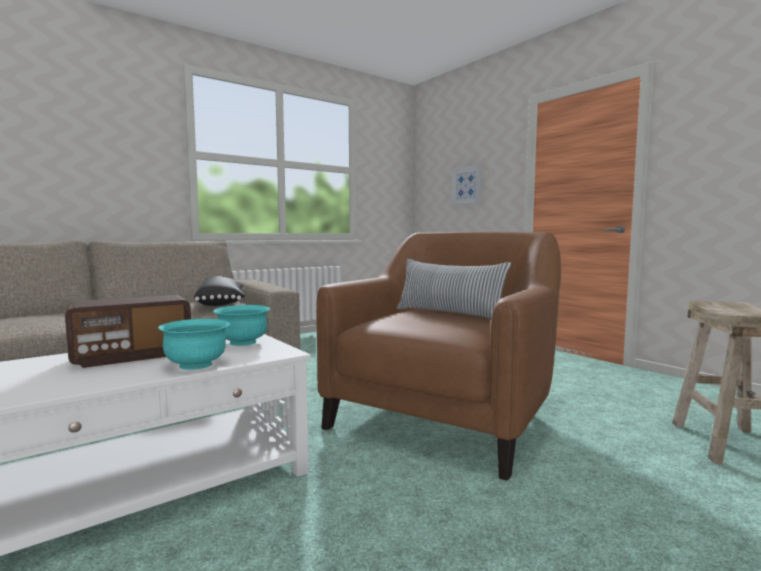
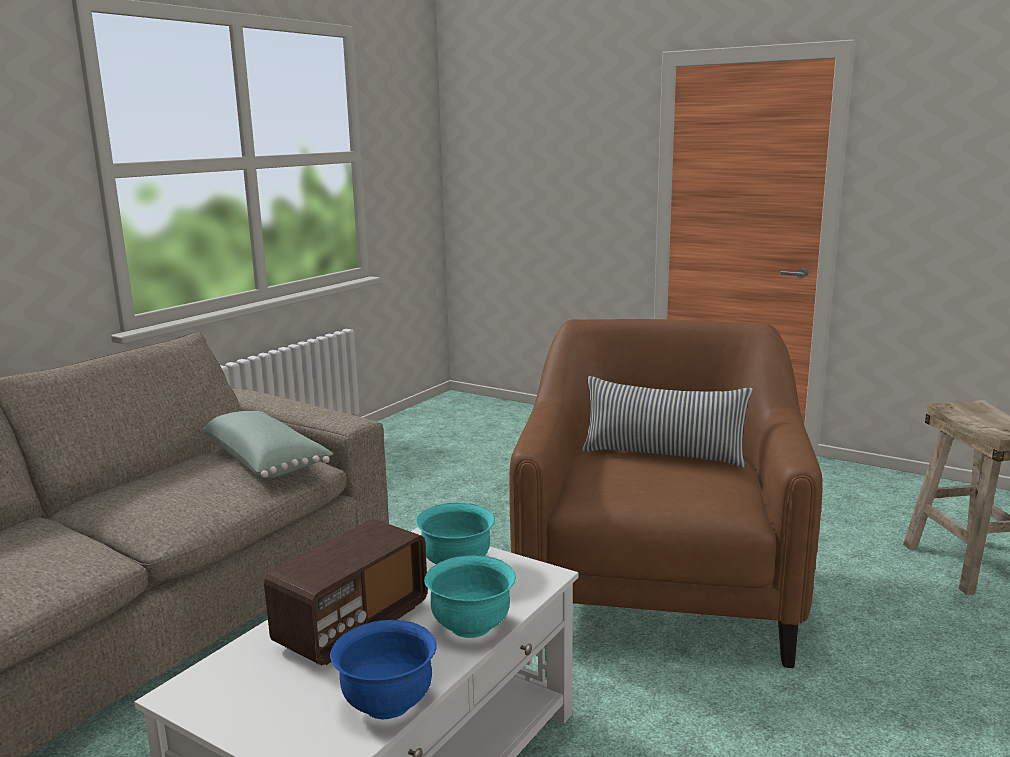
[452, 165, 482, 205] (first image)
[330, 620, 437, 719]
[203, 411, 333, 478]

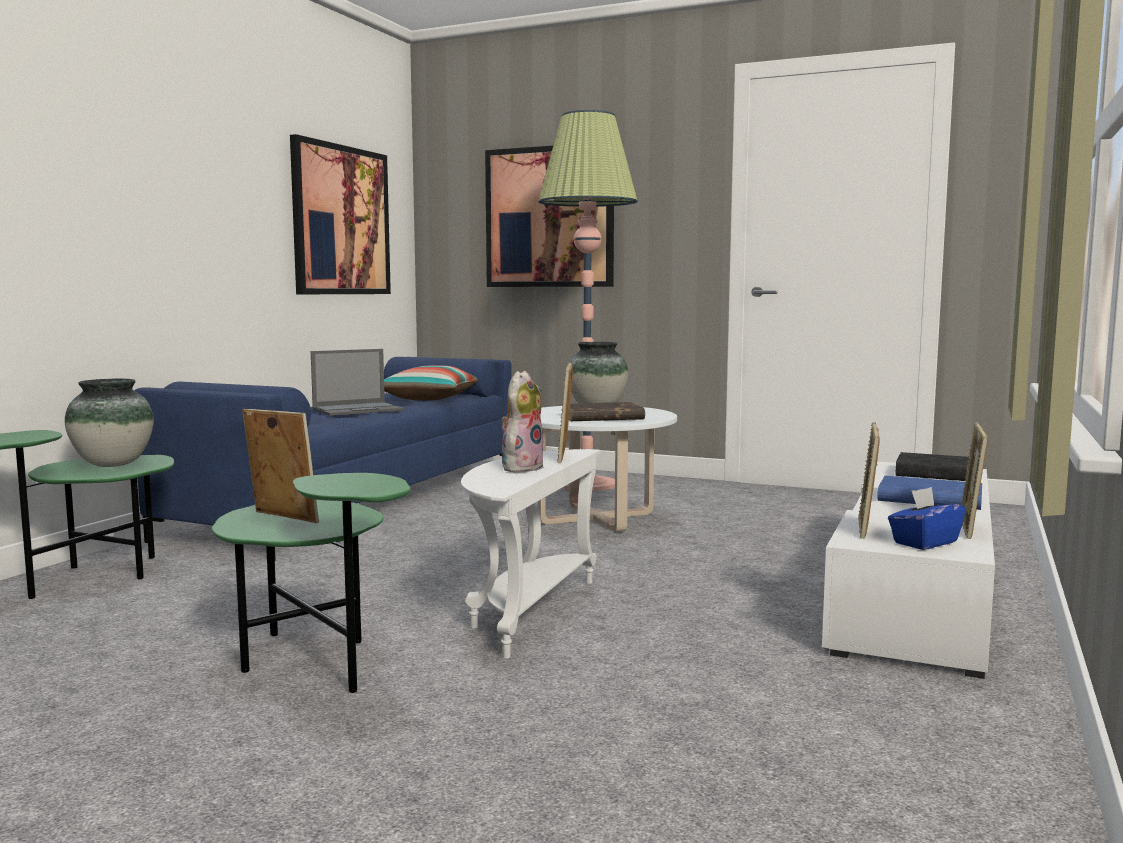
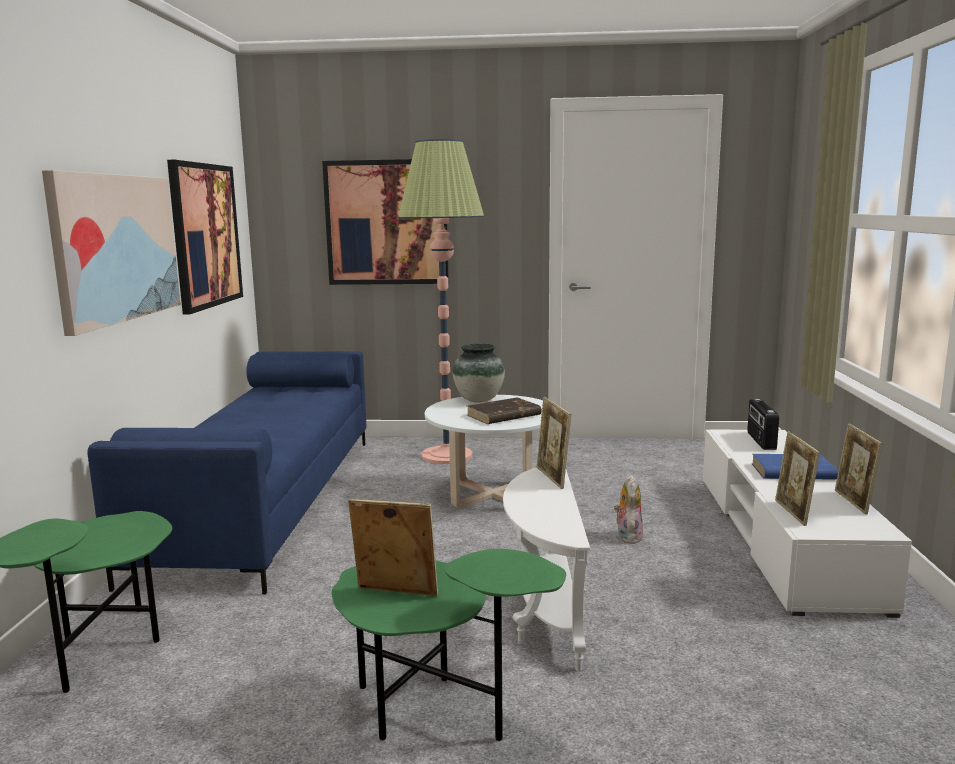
[65, 379, 154, 467] (first image)
[311, 349, 404, 416] (first image)
[384, 366, 478, 400] (first image)
[888, 487, 966, 550] (first image)
[42, 170, 181, 336]
[614, 475, 643, 544]
[747, 399, 779, 450]

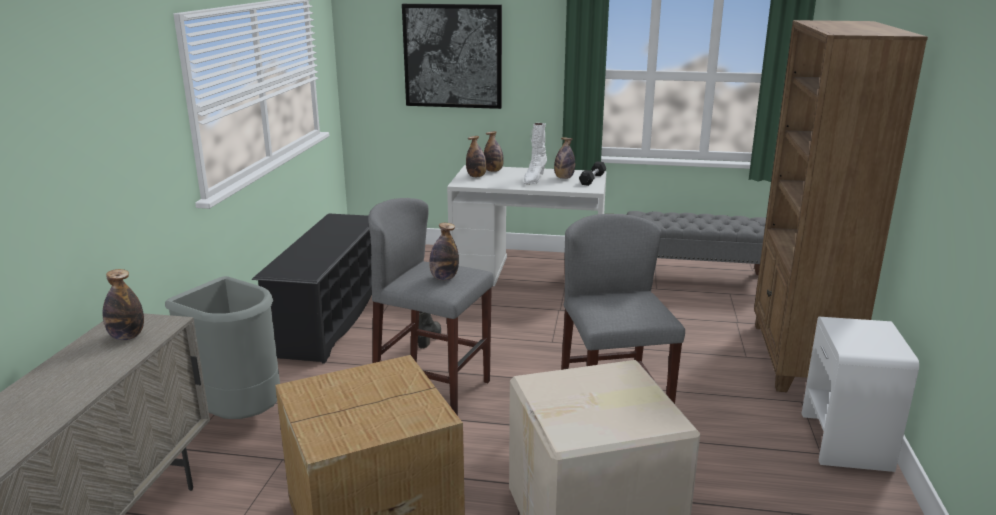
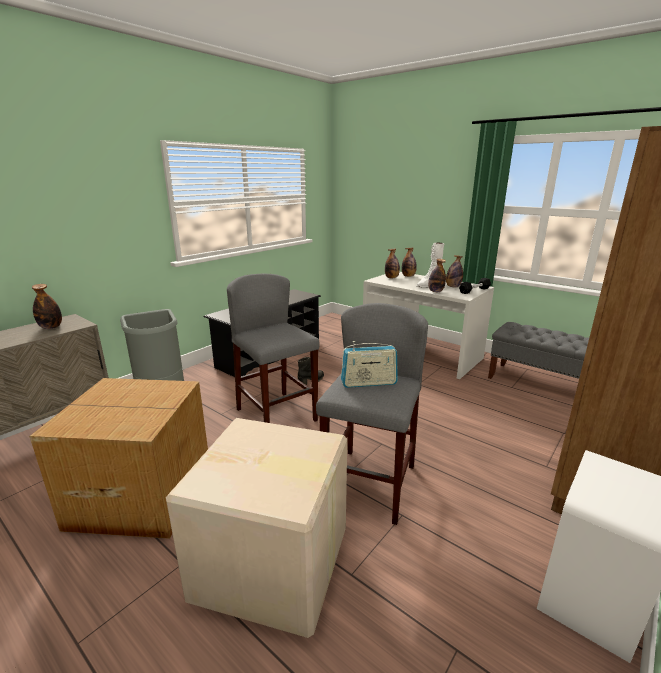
[402, 4, 502, 109] (first image)
[341, 341, 398, 388]
[428, 259, 446, 292]

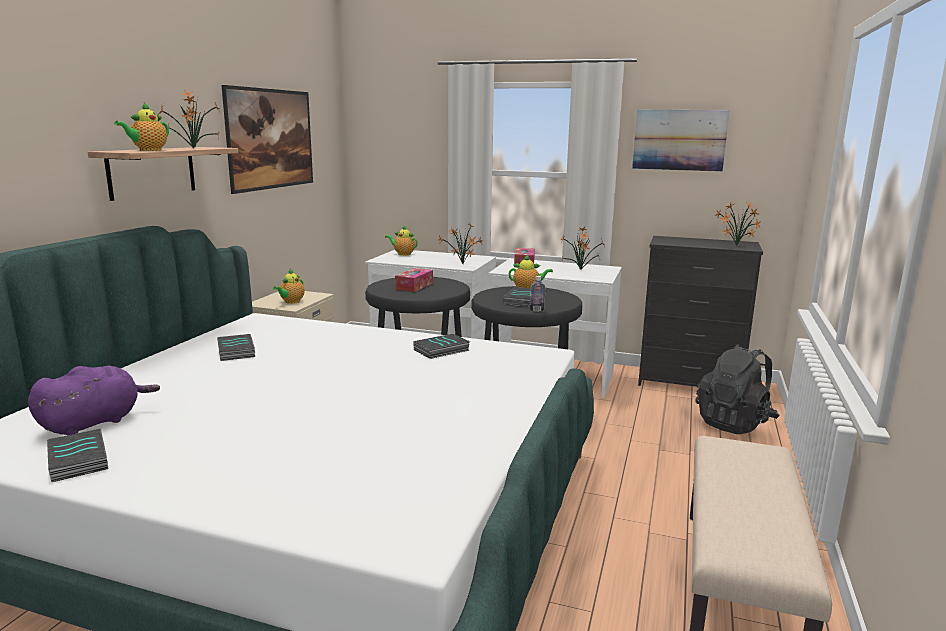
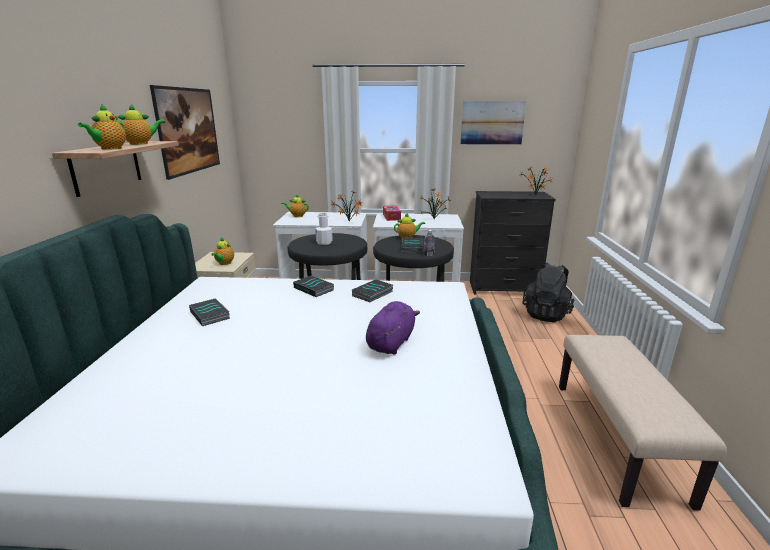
[366, 301, 420, 354]
[293, 275, 334, 297]
[117, 104, 165, 145]
[315, 213, 333, 245]

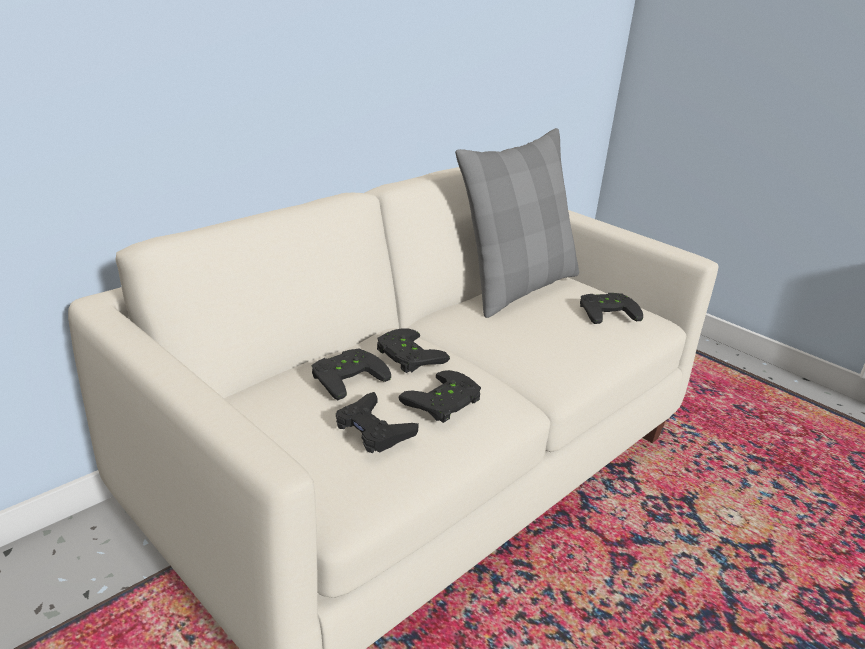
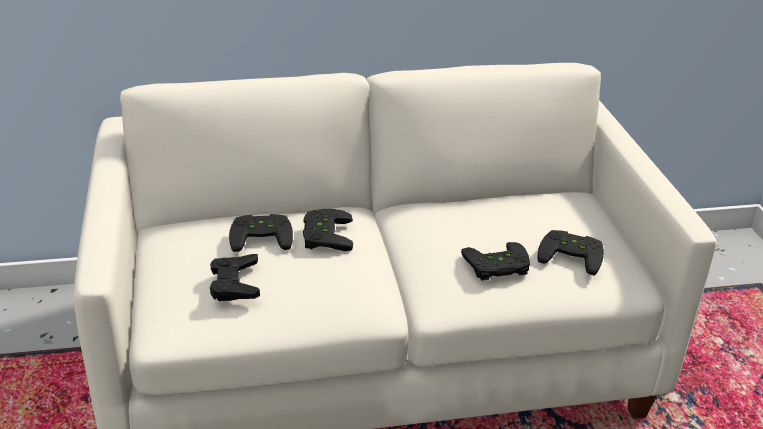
[455, 128, 579, 318] (first image)
[461, 242, 530, 281]

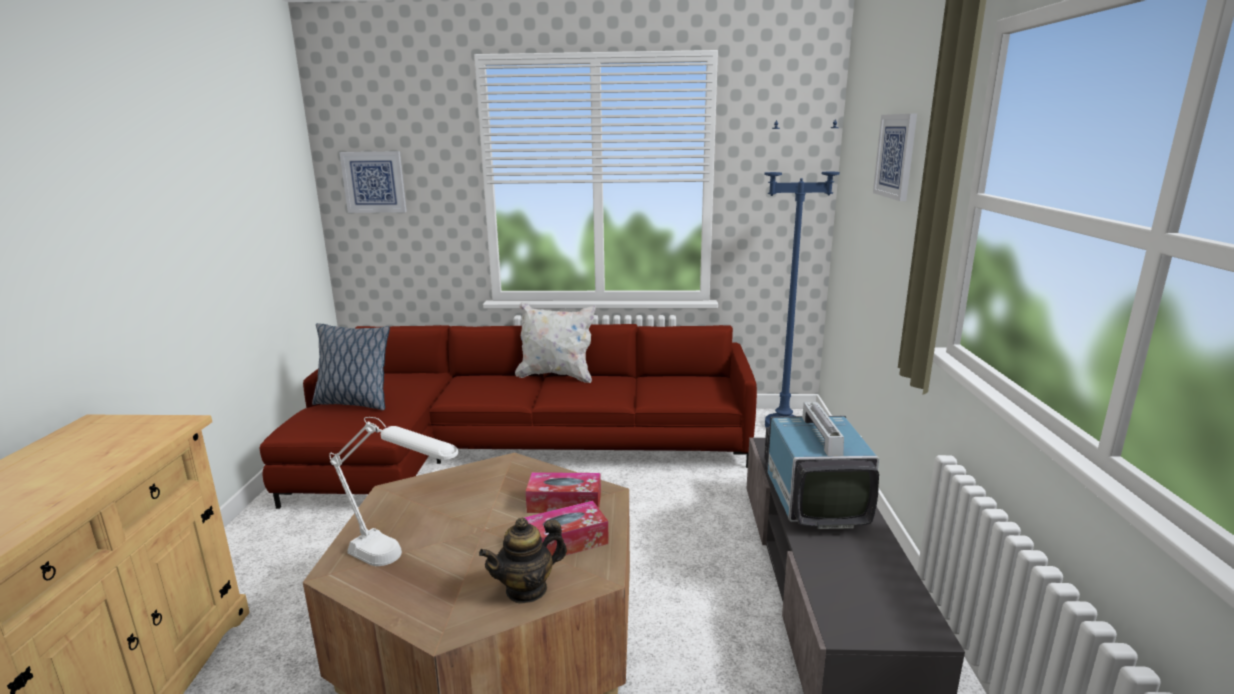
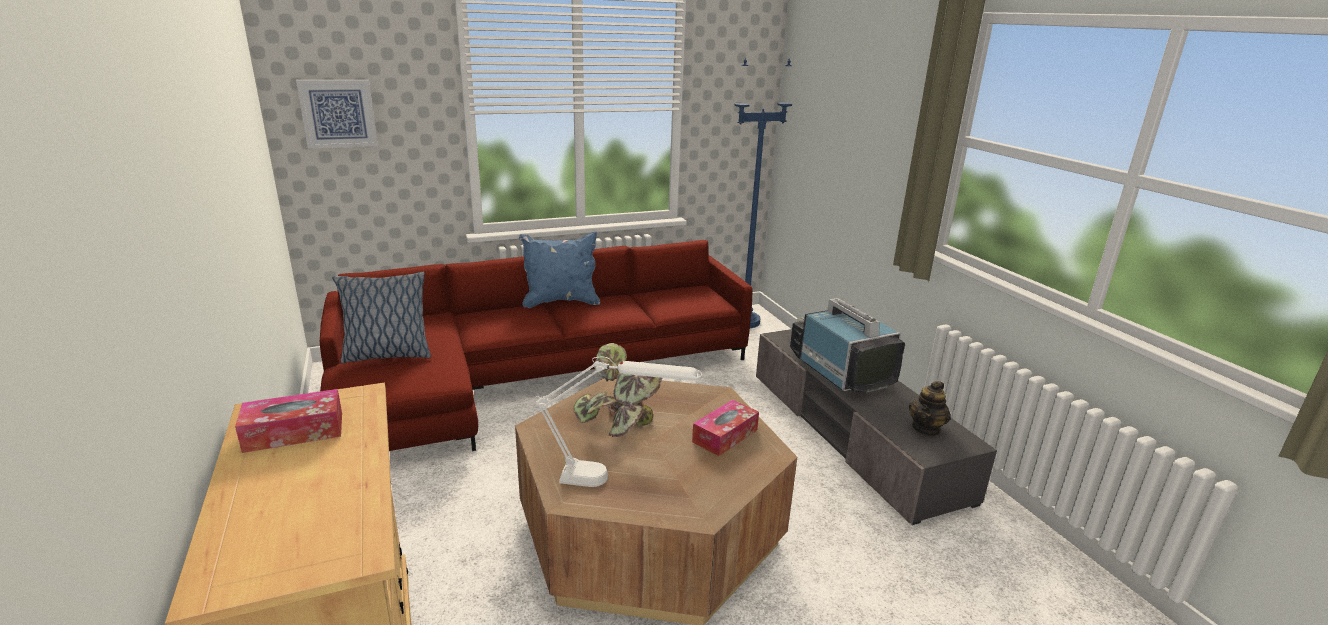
[873, 114, 917, 201] (first image)
[573, 343, 662, 437]
[909, 381, 951, 437]
[235, 389, 342, 453]
[519, 232, 600, 308]

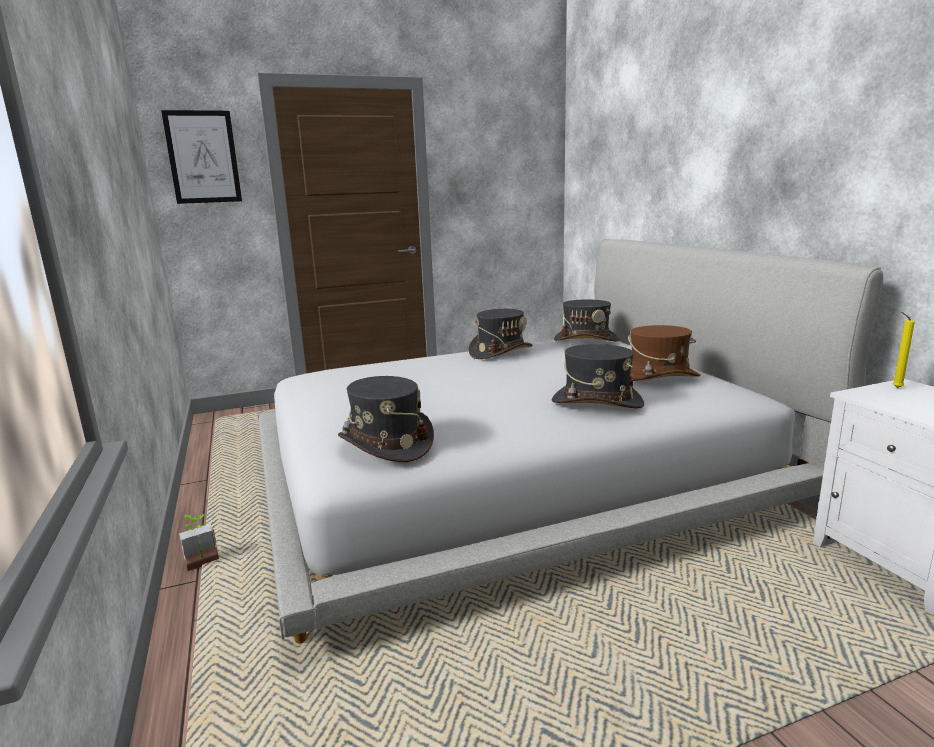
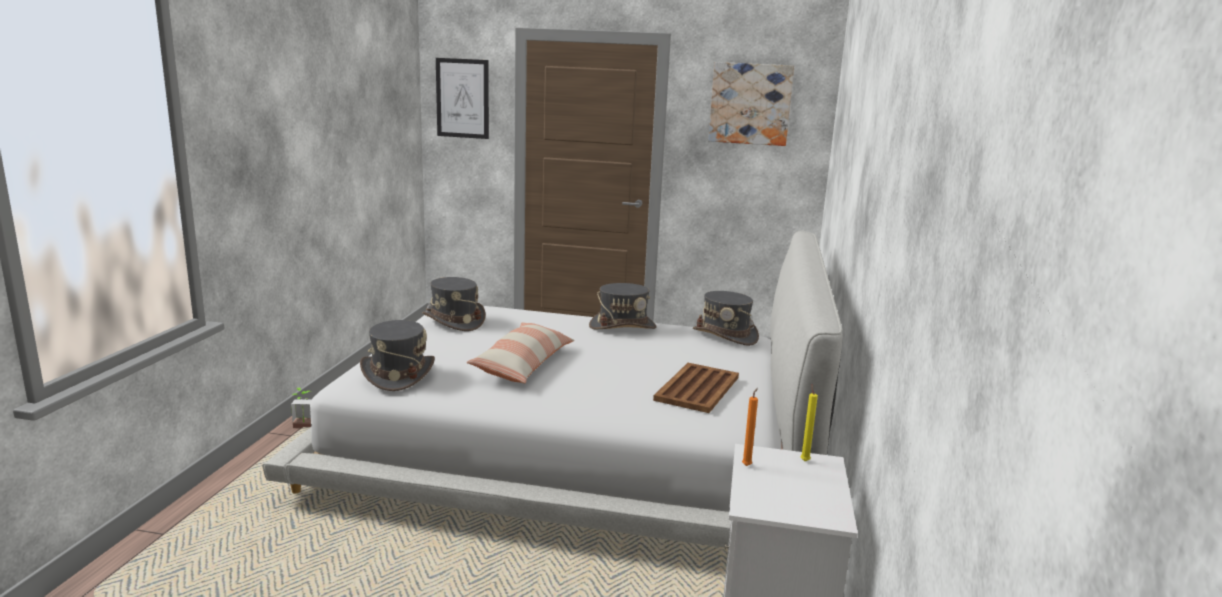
[467, 322, 574, 383]
[708, 62, 794, 146]
[742, 388, 758, 466]
[423, 277, 486, 331]
[653, 363, 739, 413]

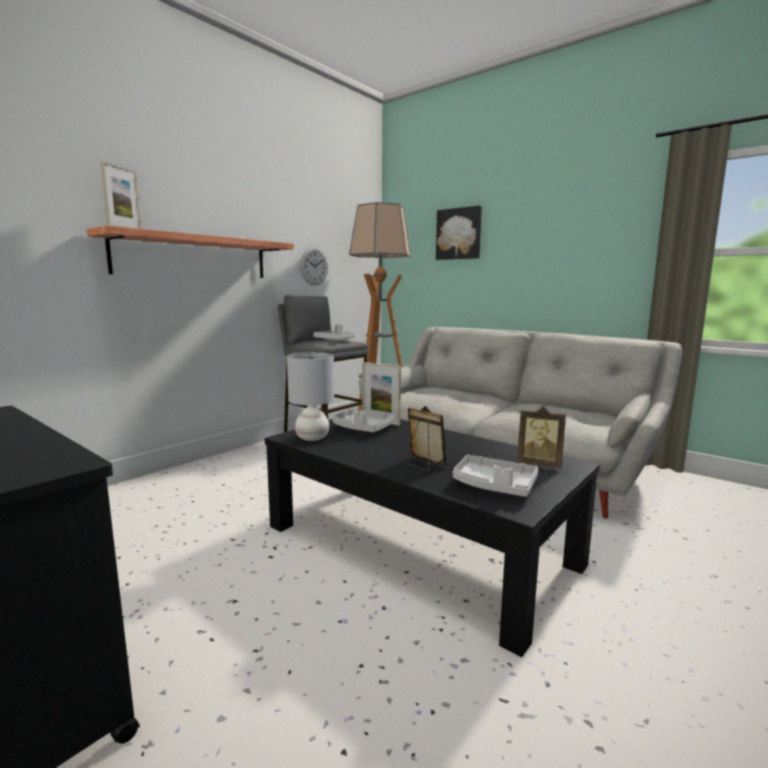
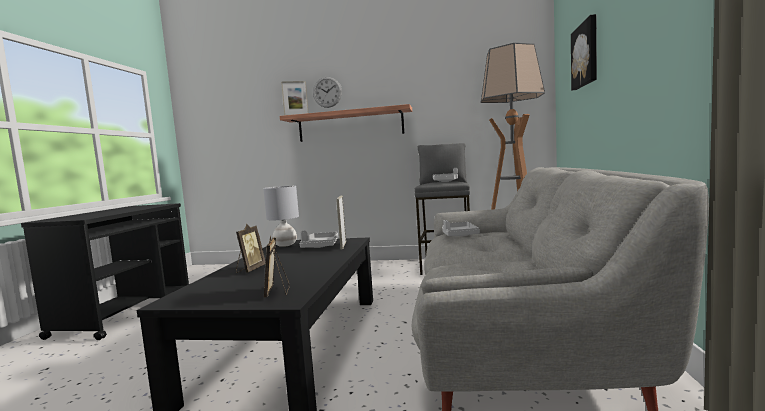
[313, 77, 342, 108]
[442, 220, 480, 236]

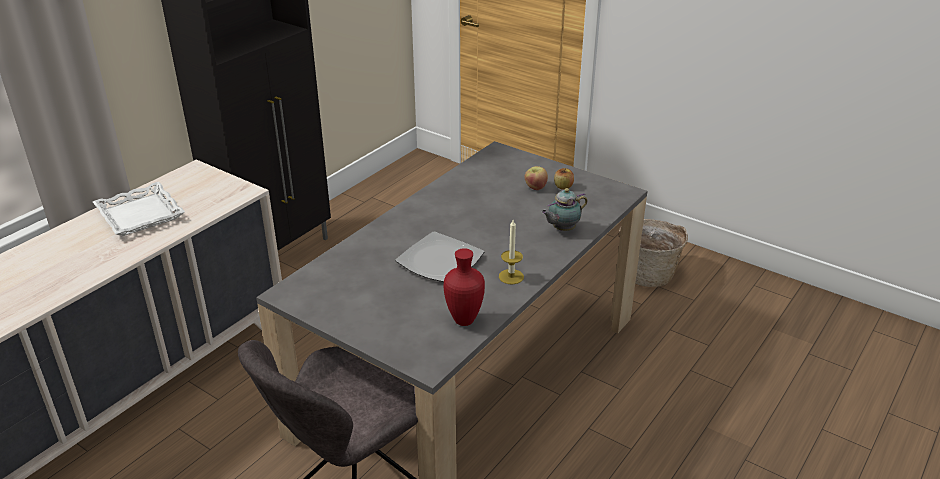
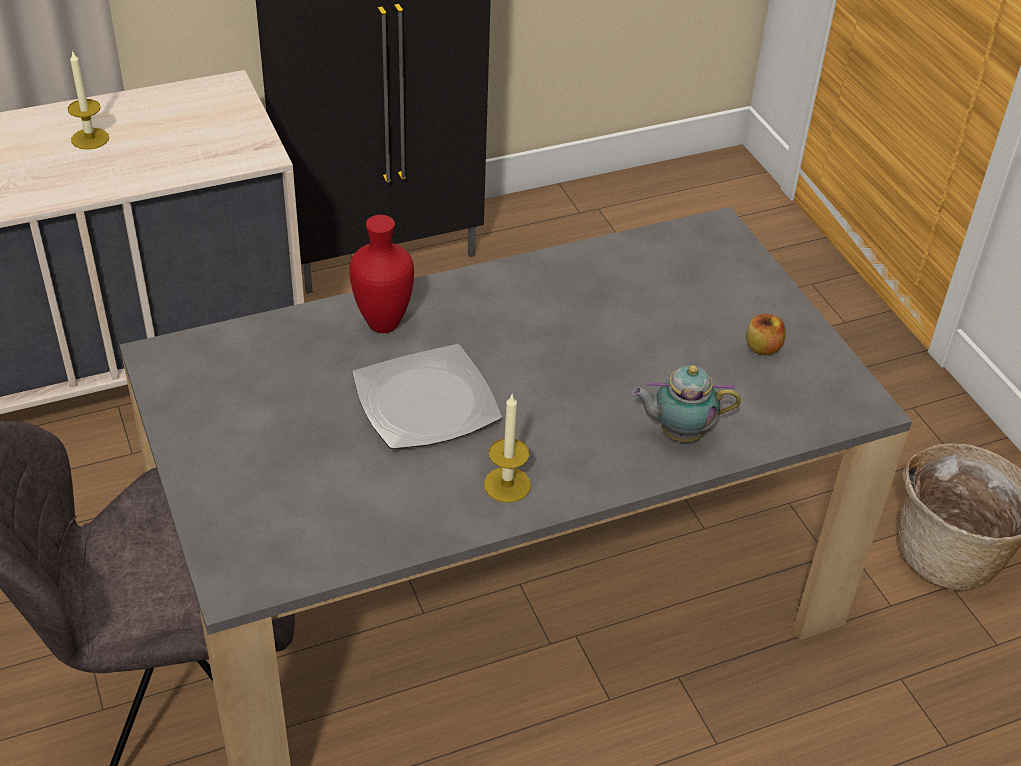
[524, 166, 548, 190] (first image)
[349, 215, 414, 333]
[68, 50, 109, 150]

